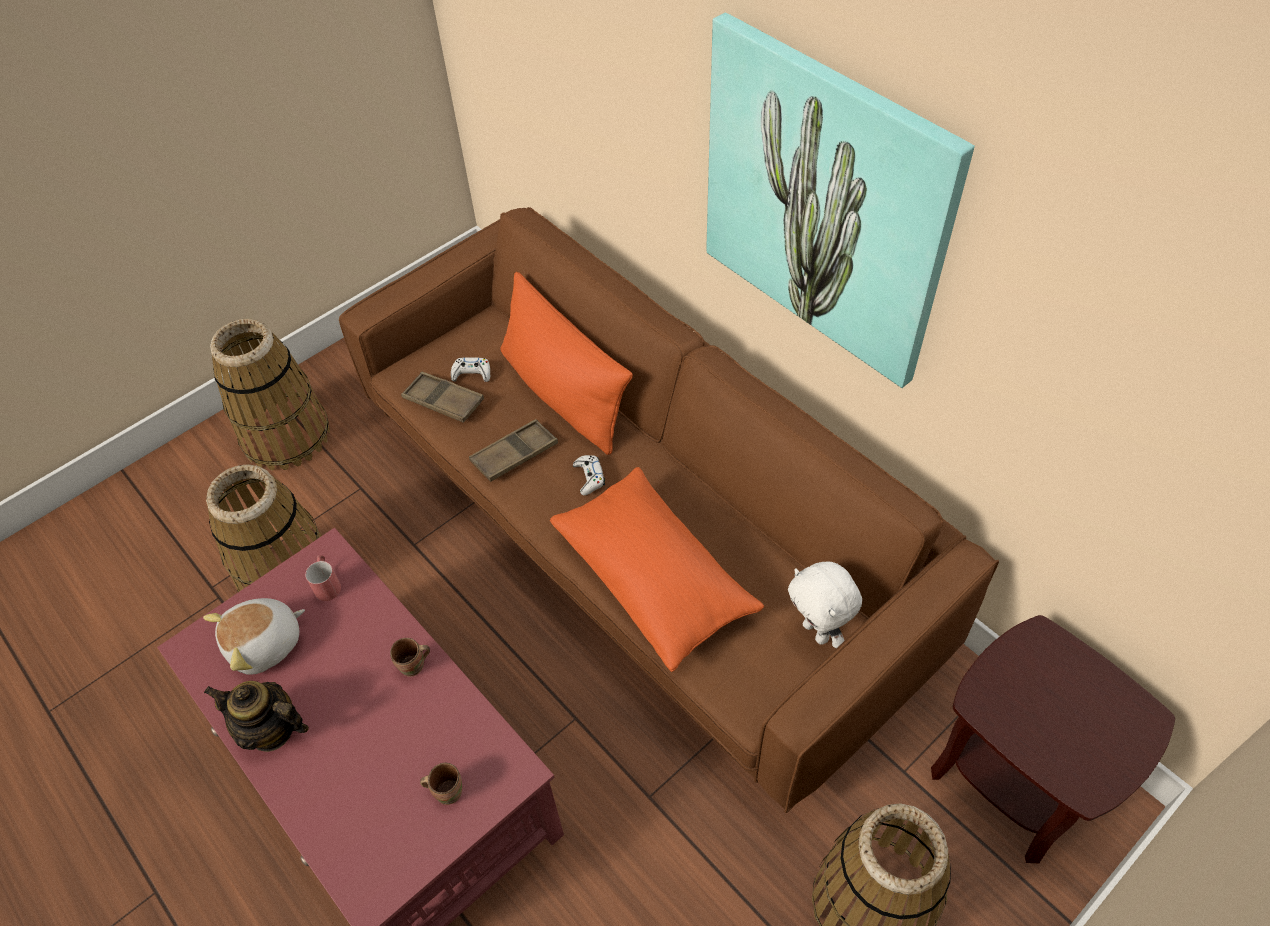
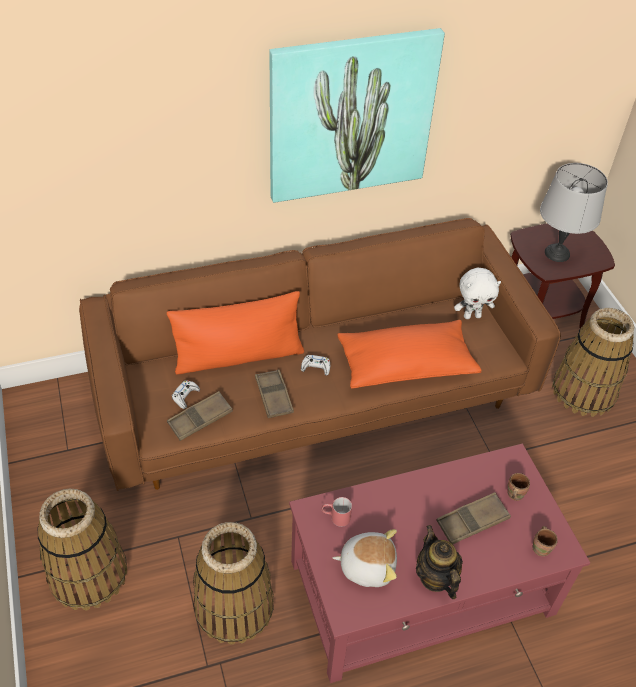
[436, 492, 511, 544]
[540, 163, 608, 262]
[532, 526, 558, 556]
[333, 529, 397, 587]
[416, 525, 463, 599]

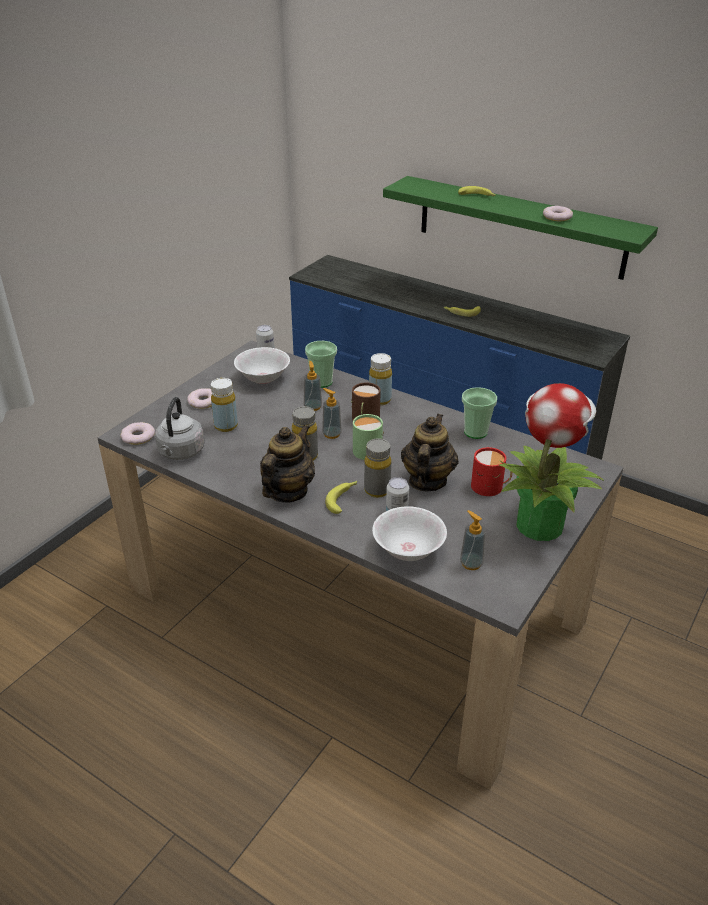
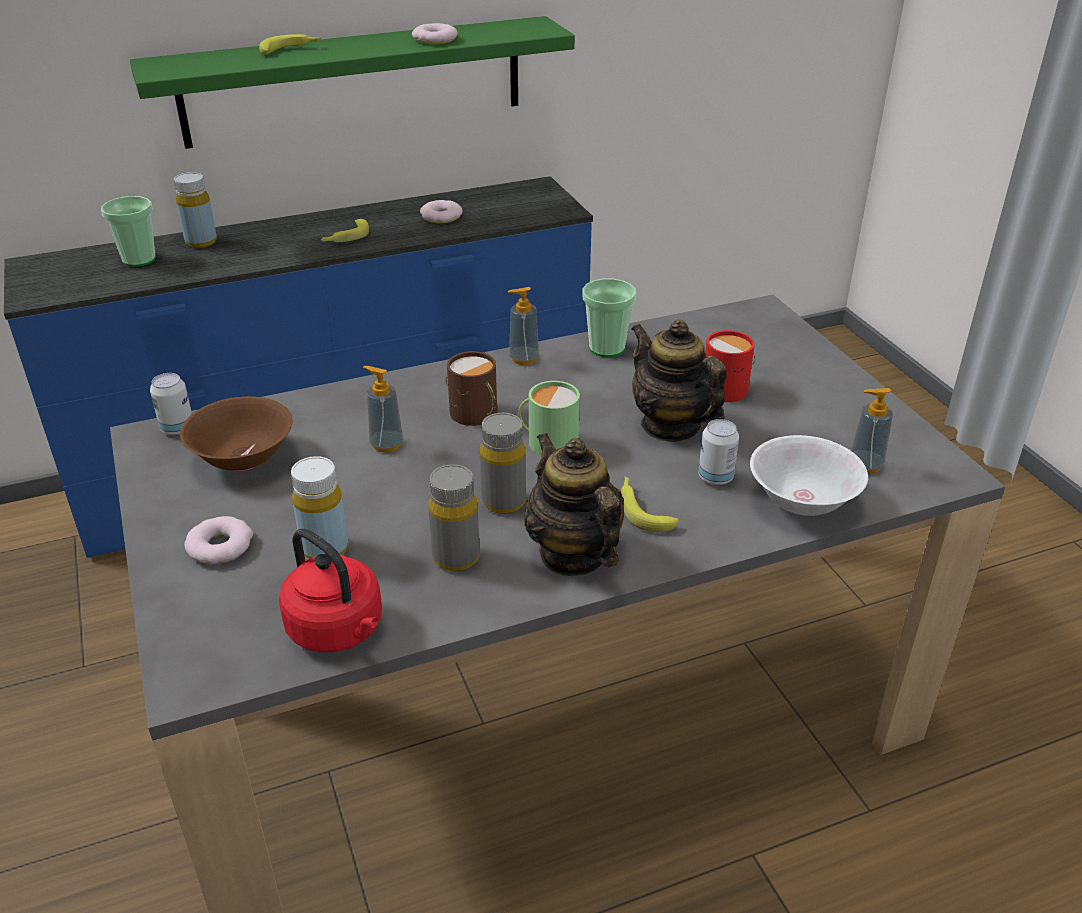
[499, 383, 604, 541] (first image)
[420, 200, 463, 223]
[101, 196, 156, 267]
[508, 287, 539, 365]
[429, 464, 480, 571]
[174, 172, 217, 248]
[279, 528, 382, 653]
[180, 396, 293, 471]

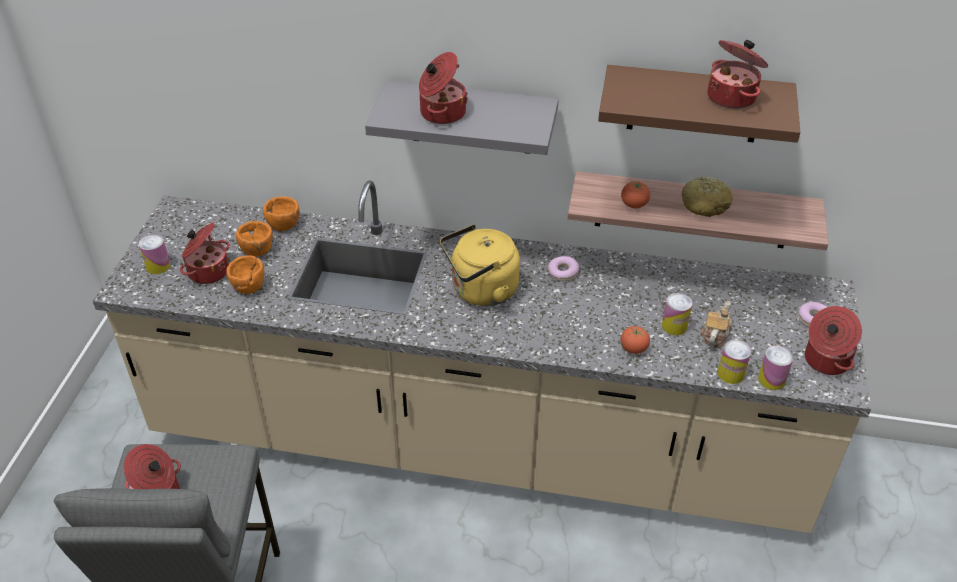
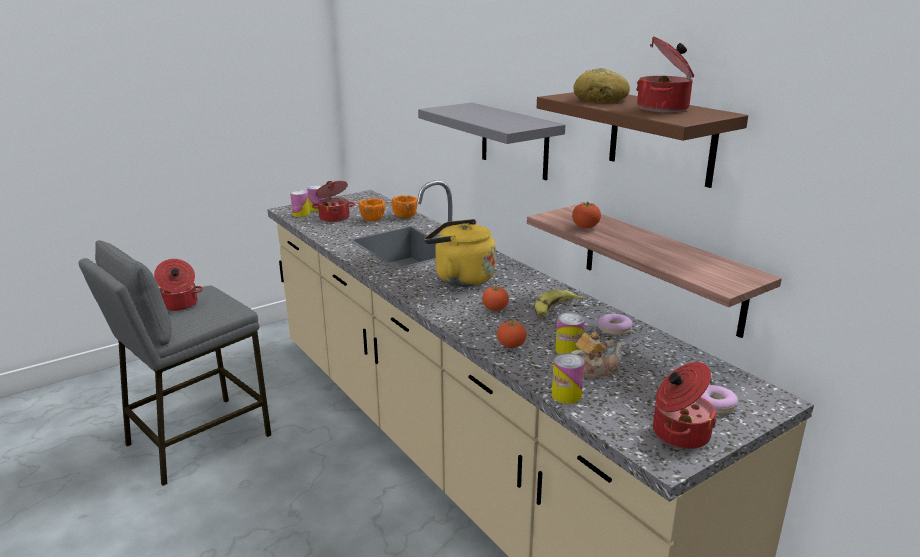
[226, 255, 264, 294] (first image)
[419, 52, 468, 124] (first image)
[482, 286, 509, 311]
[535, 290, 583, 318]
[598, 313, 633, 335]
[573, 68, 630, 102]
[290, 190, 310, 217]

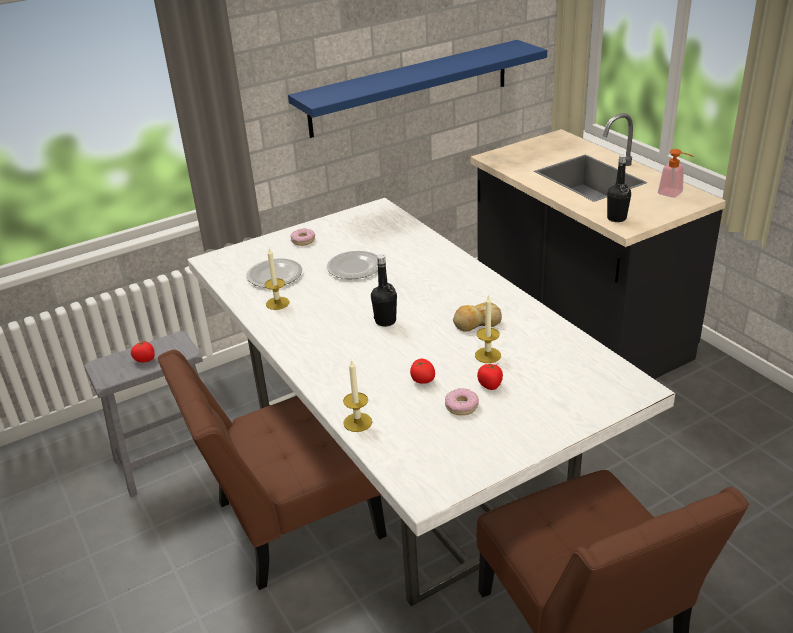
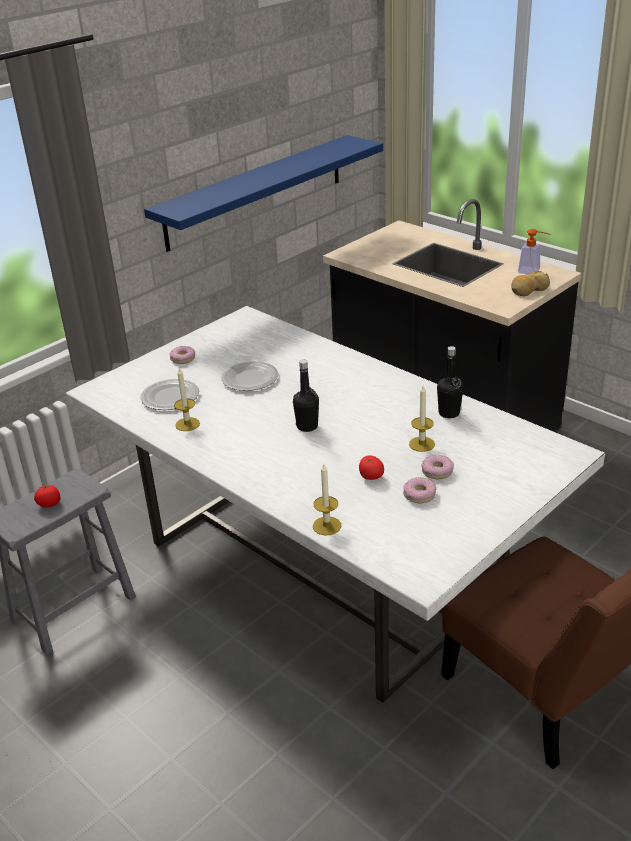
[158, 350, 387, 590] (first image)
[511, 270, 550, 296]
[437, 346, 463, 418]
[421, 455, 454, 479]

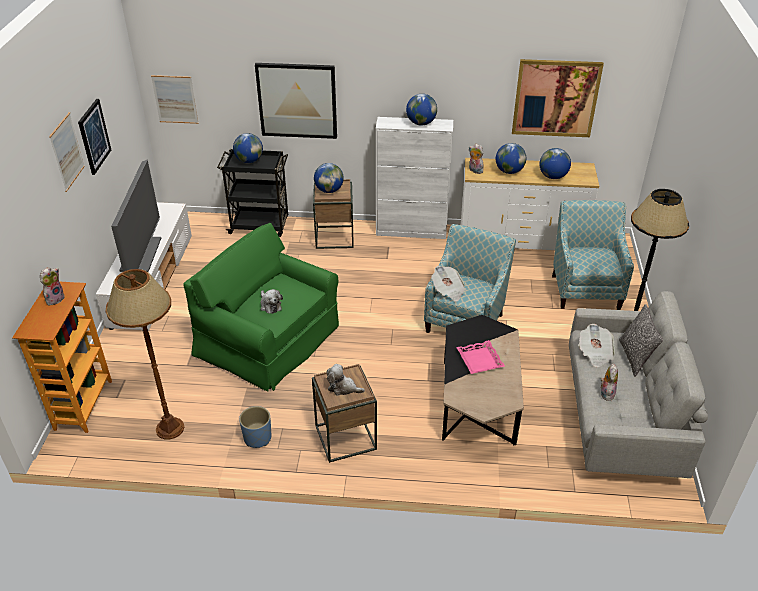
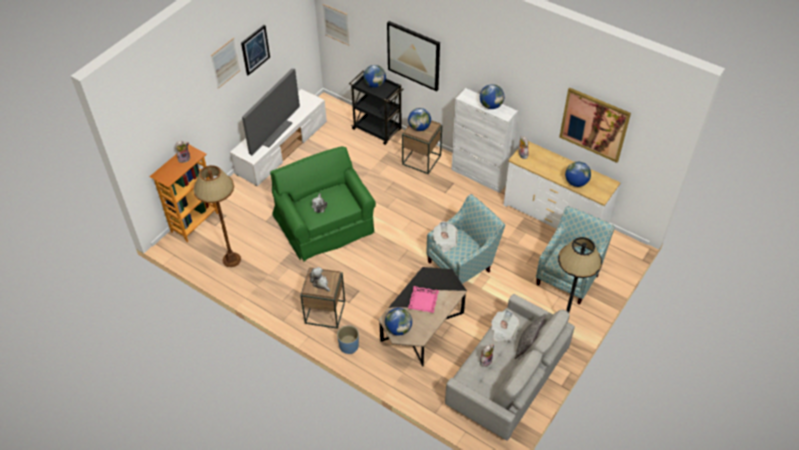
[337, 325, 359, 354]
[385, 308, 412, 336]

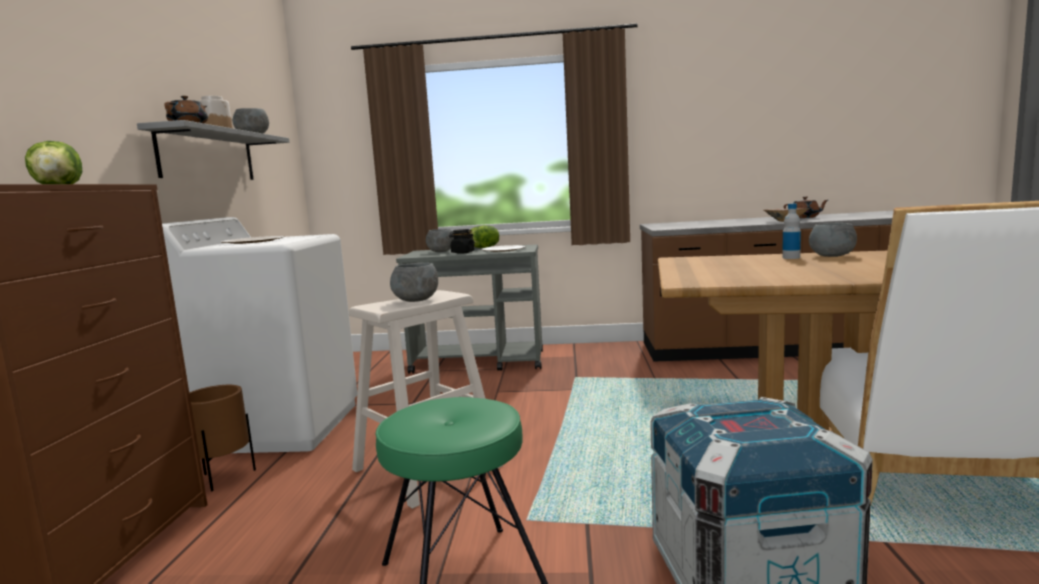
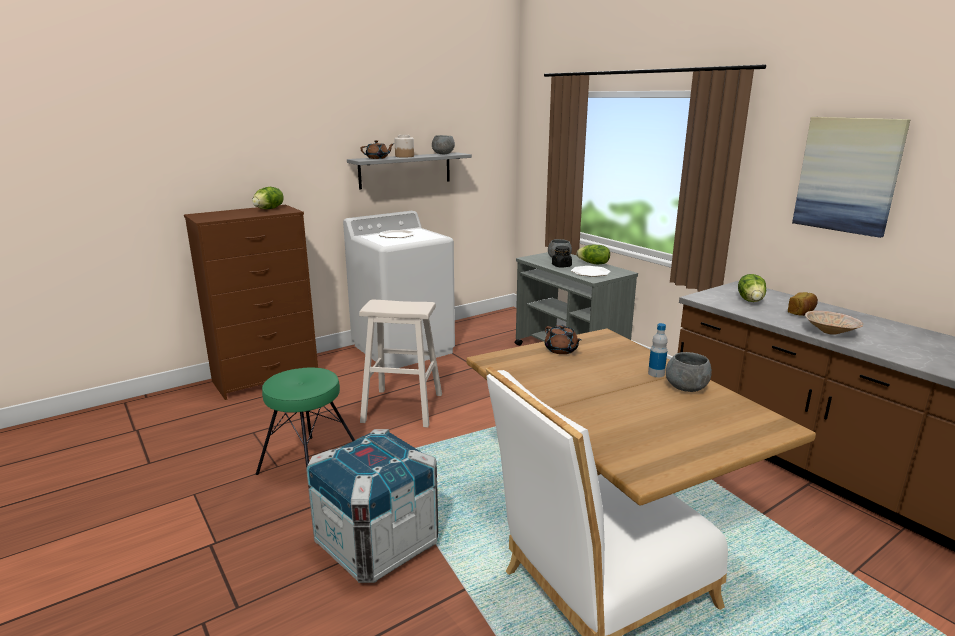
[189, 385, 256, 492] (first image)
[390, 263, 438, 302] (first image)
[738, 274, 766, 302]
[788, 292, 818, 316]
[792, 117, 911, 238]
[545, 325, 582, 354]

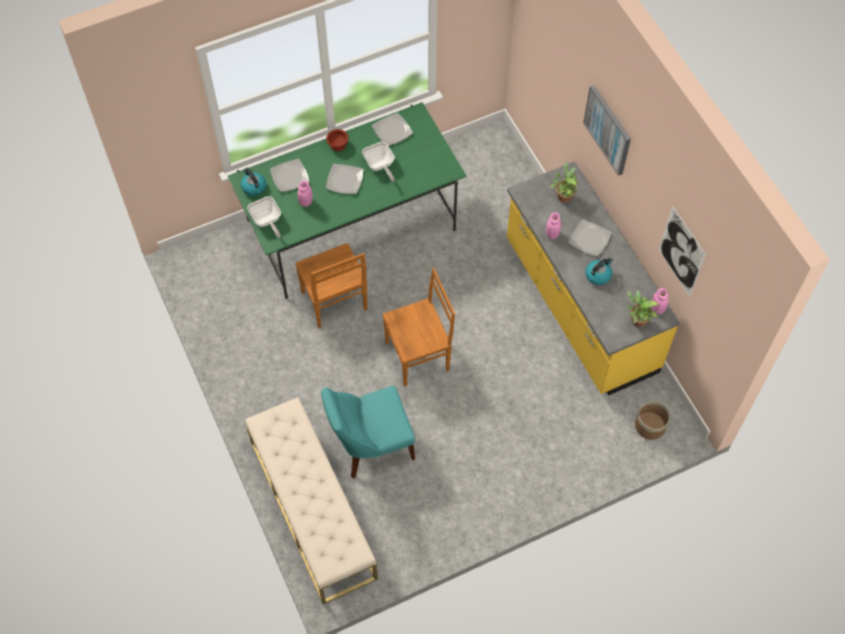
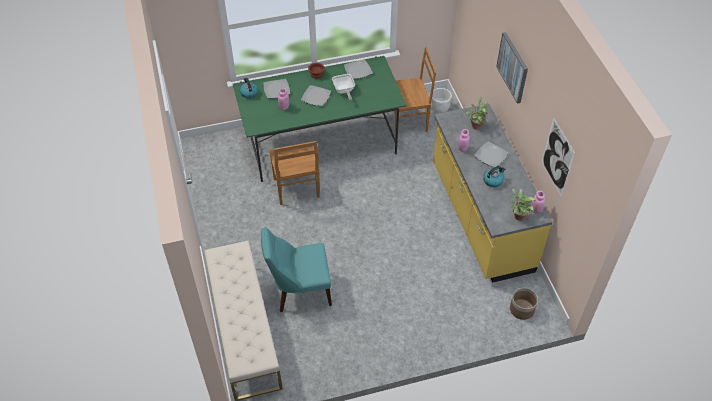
[247, 196, 281, 238] (first image)
[431, 88, 452, 113]
[394, 47, 436, 137]

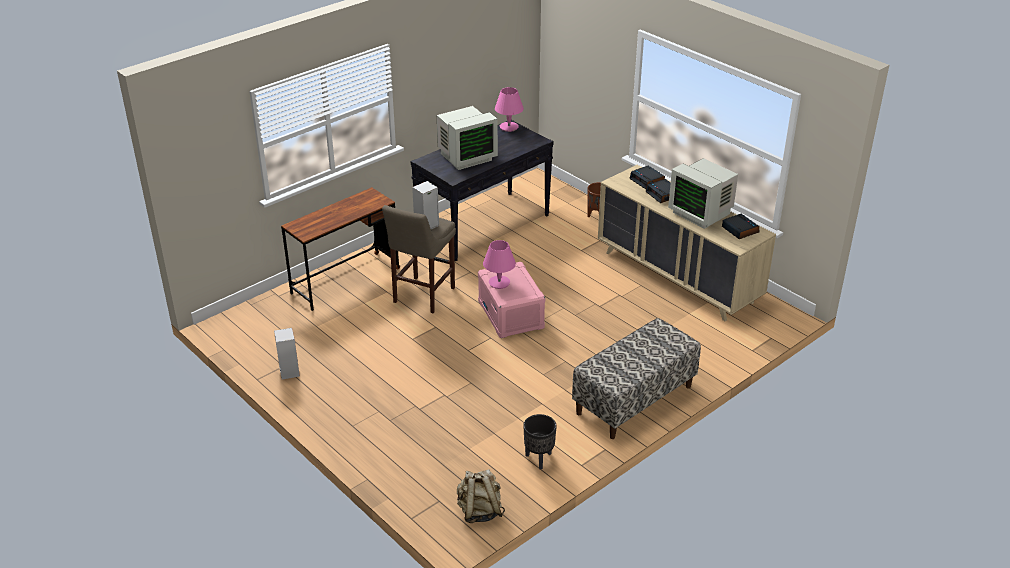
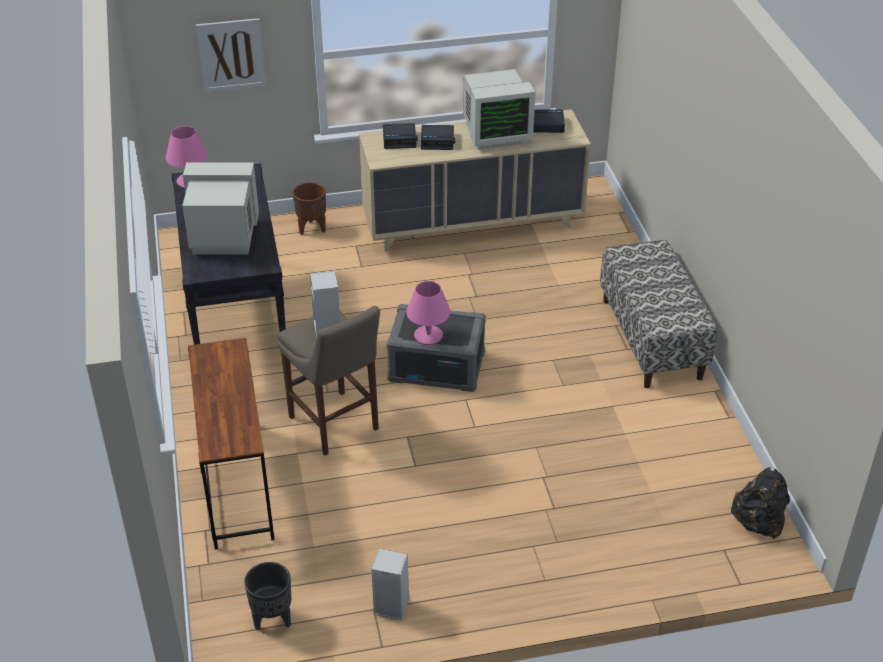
[196, 18, 266, 93]
[244, 562, 291, 630]
[731, 467, 790, 539]
[387, 304, 486, 392]
[182, 163, 259, 255]

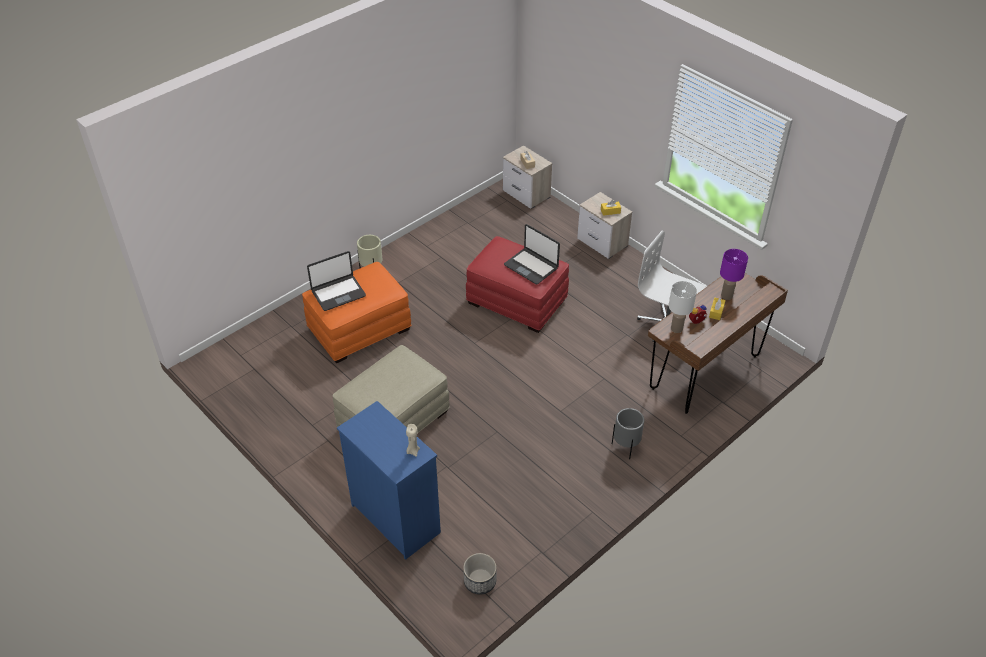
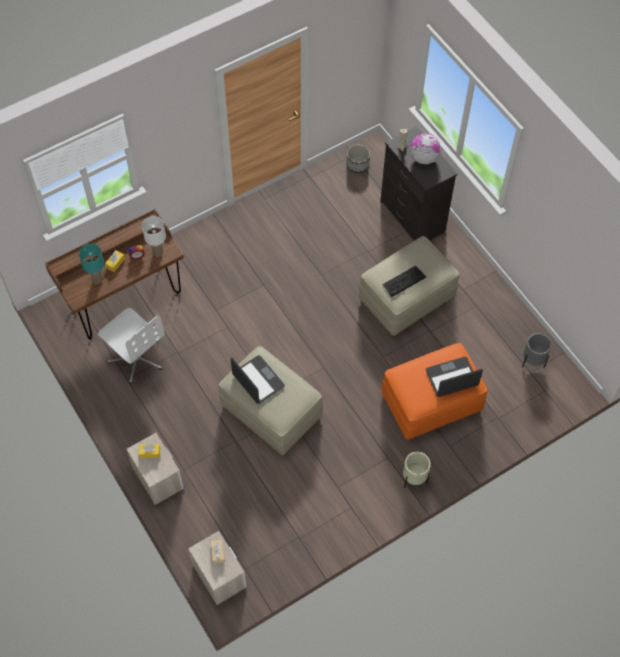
[382, 266, 426, 297]
[410, 133, 441, 165]
[522, 333, 552, 368]
[380, 126, 457, 241]
[219, 346, 323, 455]
[79, 243, 104, 284]

